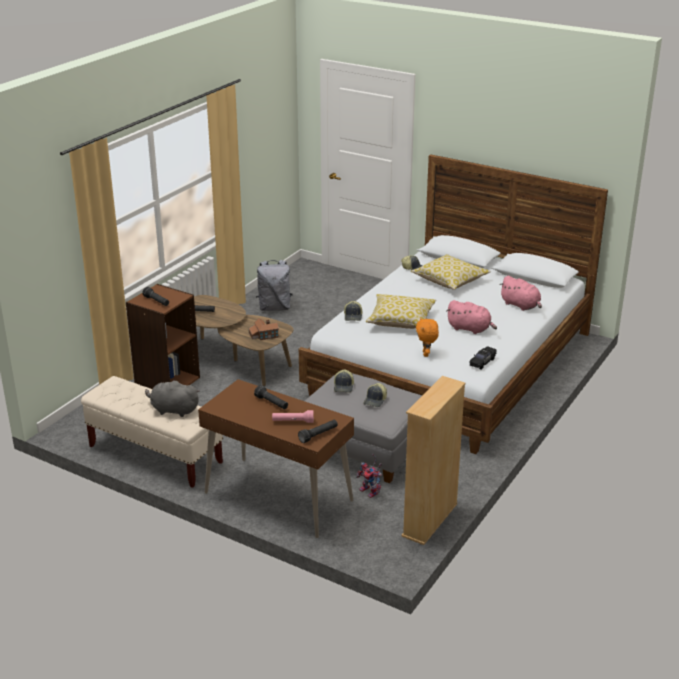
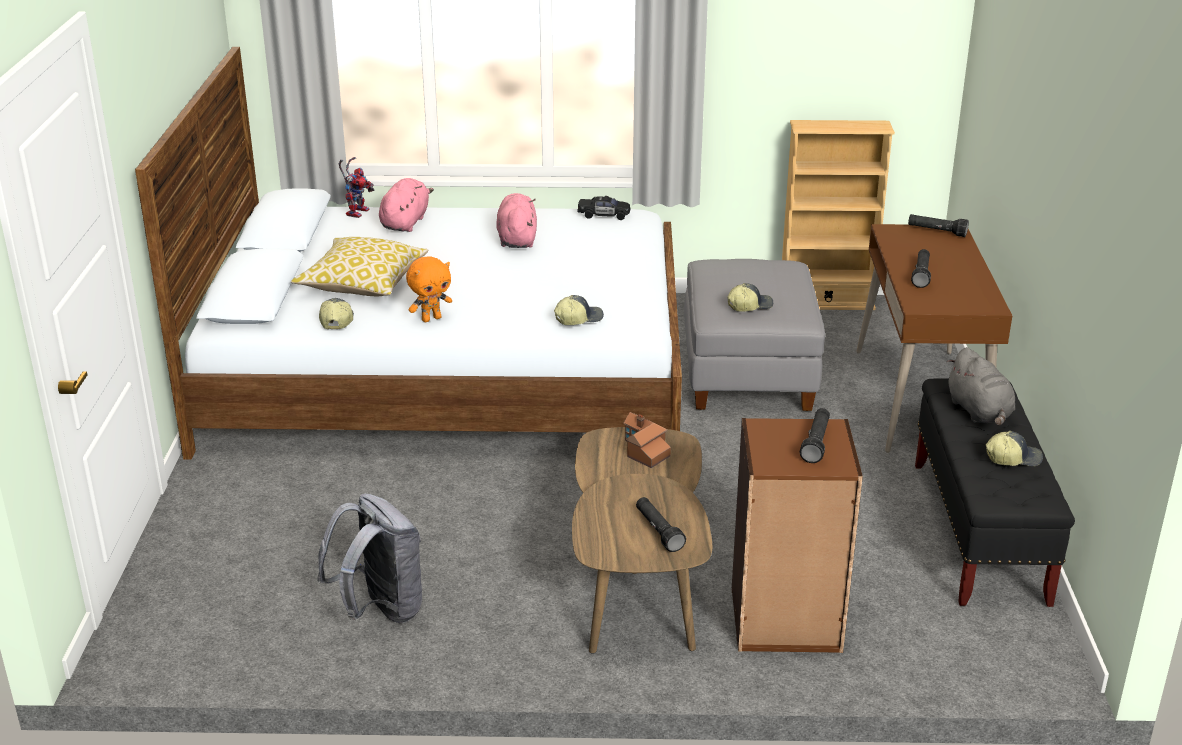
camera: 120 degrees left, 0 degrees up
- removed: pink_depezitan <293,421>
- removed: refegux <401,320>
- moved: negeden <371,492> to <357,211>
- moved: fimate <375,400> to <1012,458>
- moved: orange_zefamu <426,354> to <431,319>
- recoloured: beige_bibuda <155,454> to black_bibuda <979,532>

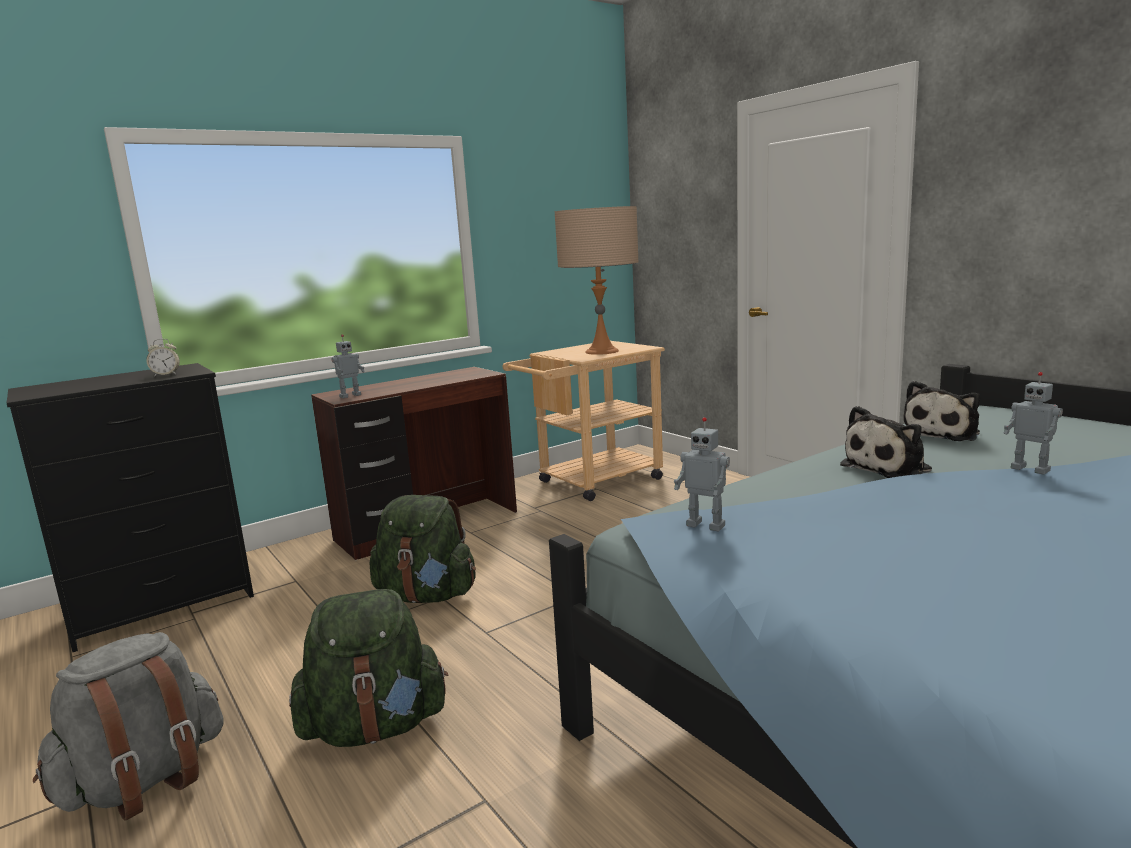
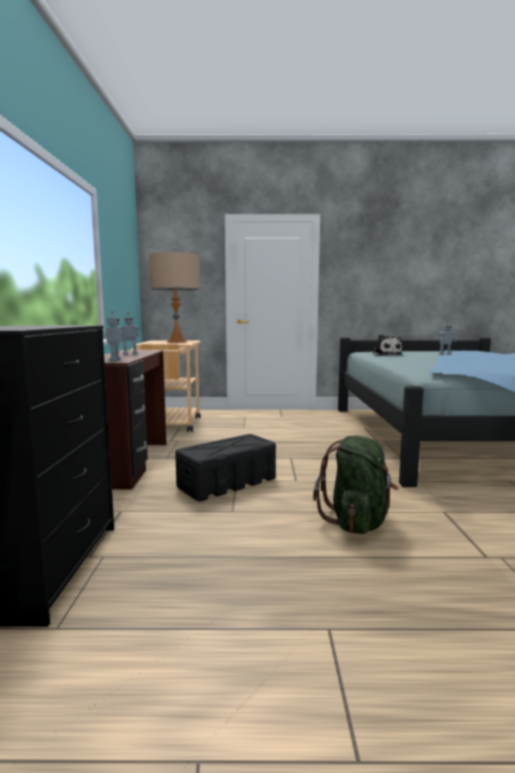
camera: 55 degrees left, 5 degrees down
- removed: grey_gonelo <145,781>
- removed: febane <166,375>
- removed: zefamu <890,468>
- moved: negeden <706,525> to <130,354>
- replaced: green_gonelo <427,595> to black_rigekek <228,483>

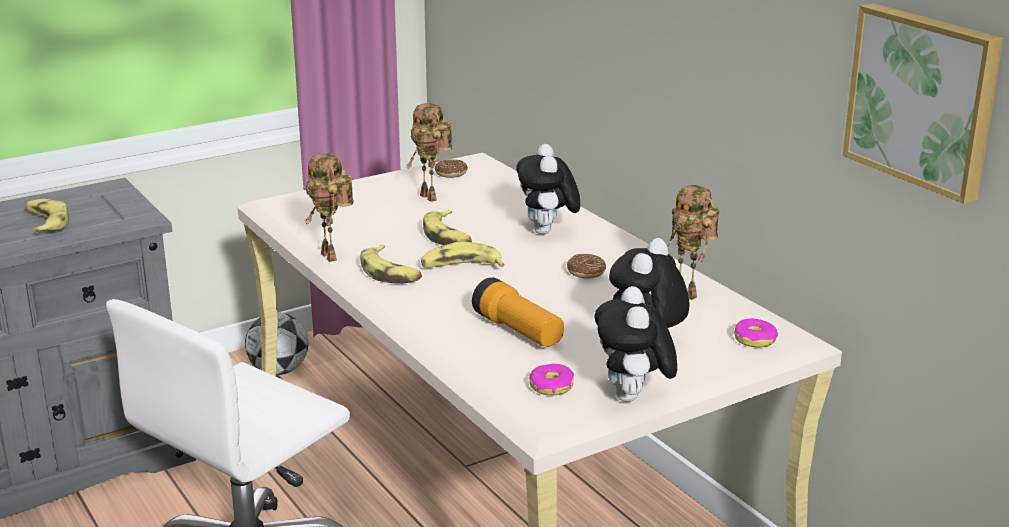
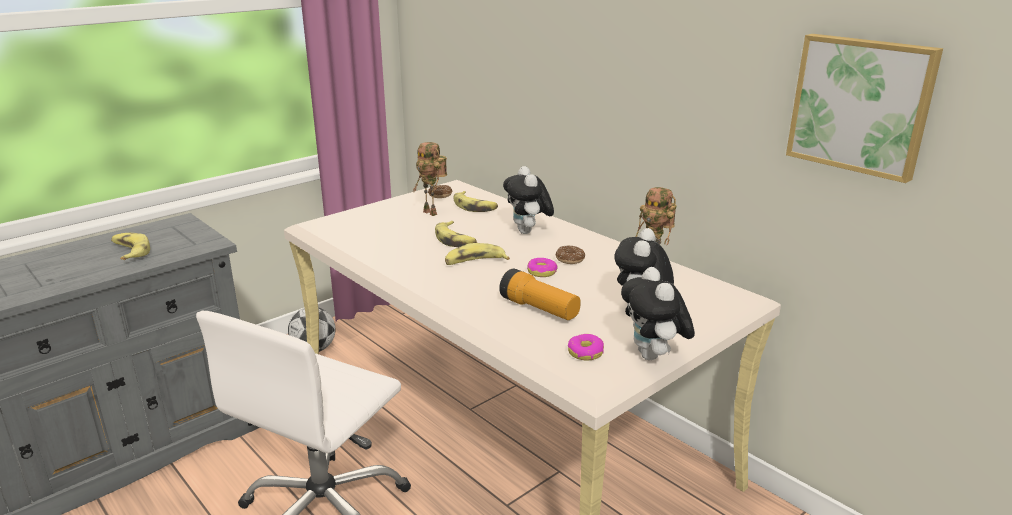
camera: 10 degrees left, 0 degrees up
- removed: negeden <332,257>
- moved: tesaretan <390,273> to <475,207>
- moved: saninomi <755,340> to <542,272>

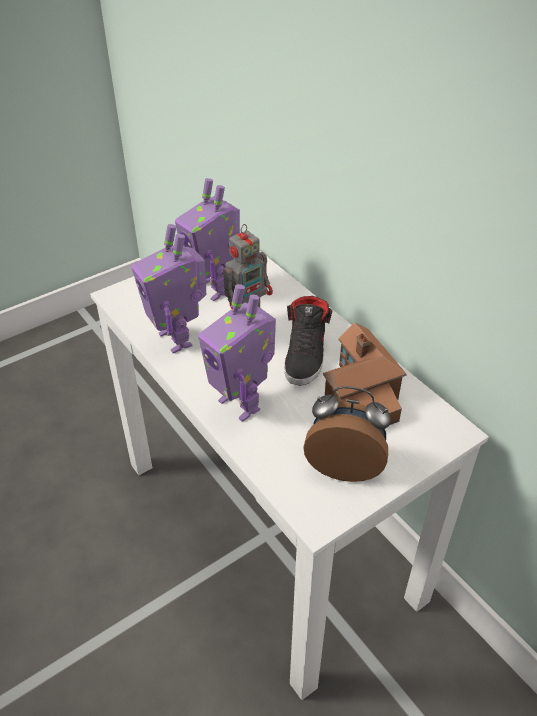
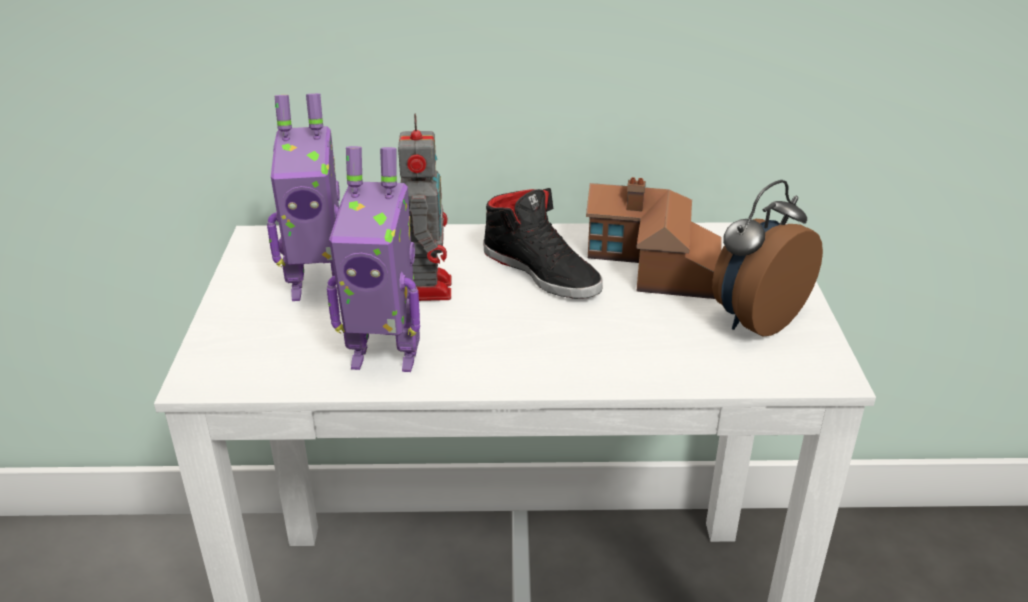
camera: 55 degrees left, 10 degrees down
- removed: negeden <241,404>

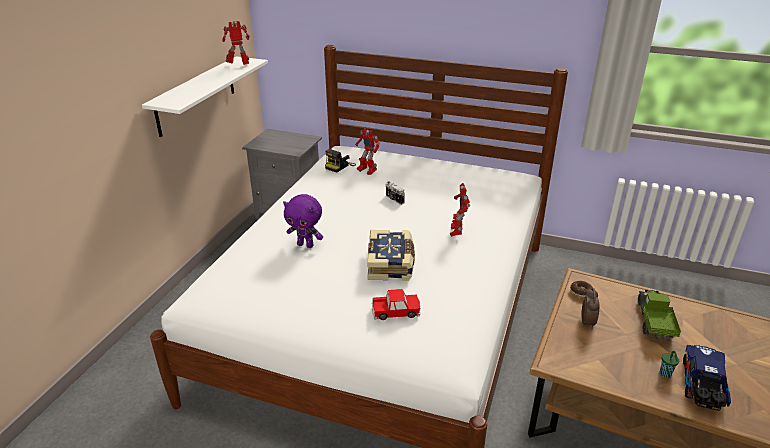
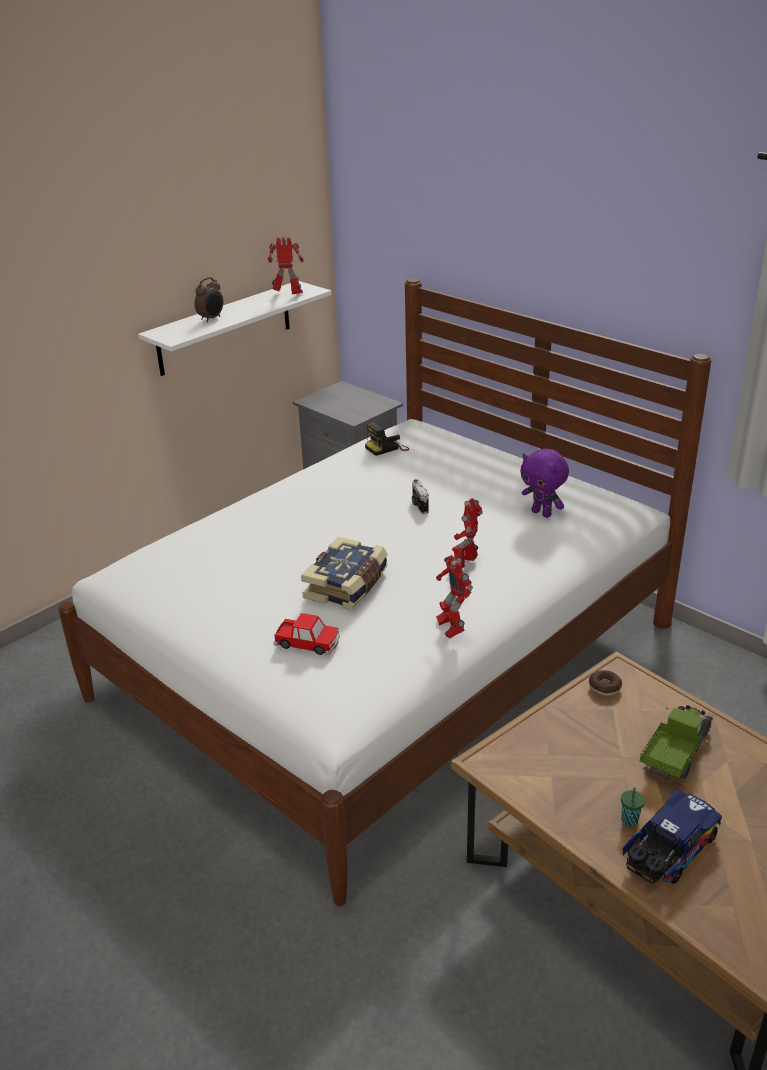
camera: 25 degrees right, 0 degrees up
- moved: purple_zefamu <306,245> to <542,513>
- moved: negeden <366,172> to <450,628>
- moved: febane <587,322> to <211,319>

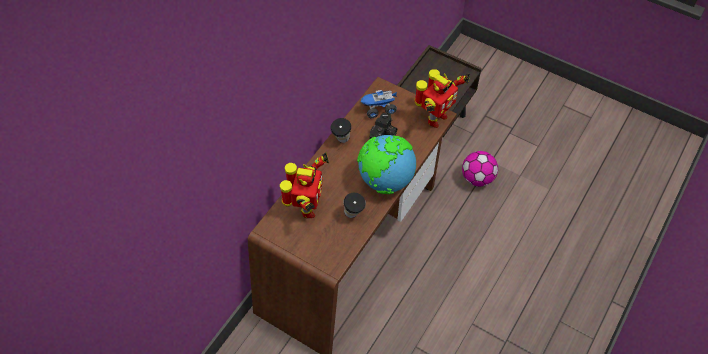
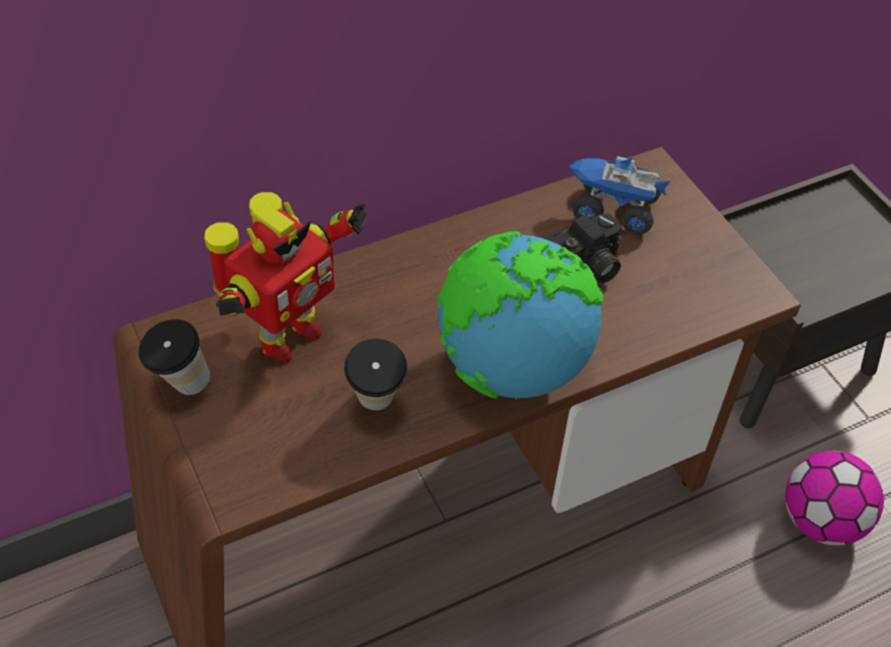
camera: 30 degrees right, 5 degrees down
- removed: negeden <435,118>
- moved: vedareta <341,141> to <180,387>

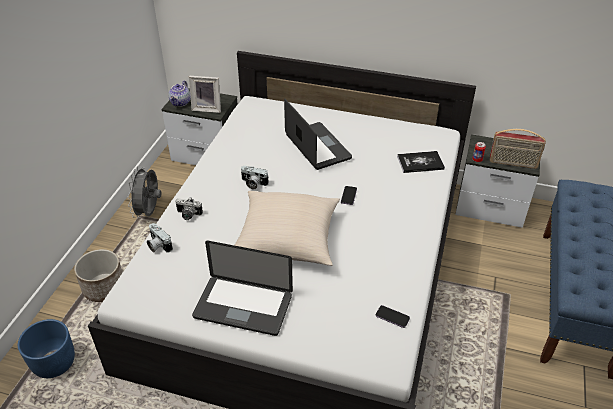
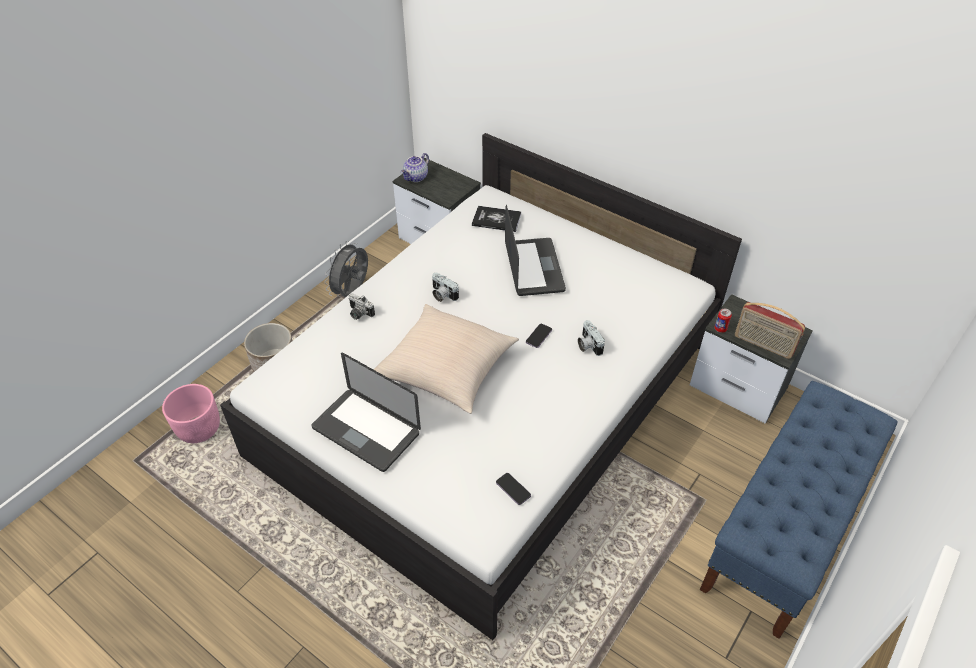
camera: 20 degrees right, 5 degrees up
- removed: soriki <207,108>
- moved: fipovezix <158,245> to <588,345>
- moved: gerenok <420,163> to <496,220>
- recoloured: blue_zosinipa <54,363> to pink_zosinipa <199,429>

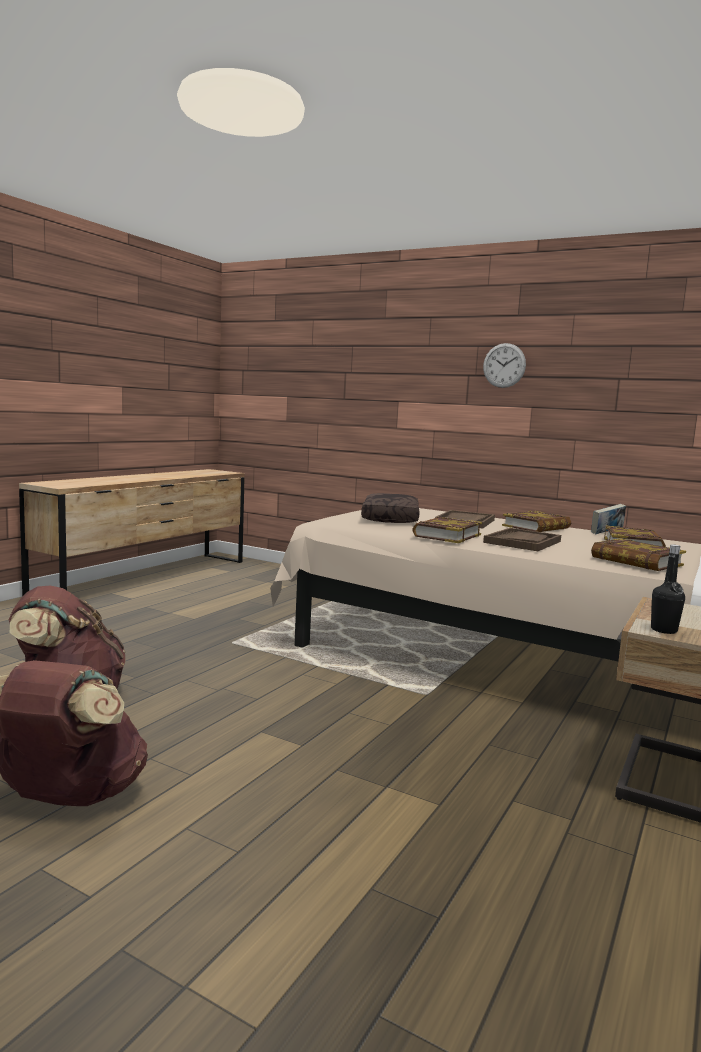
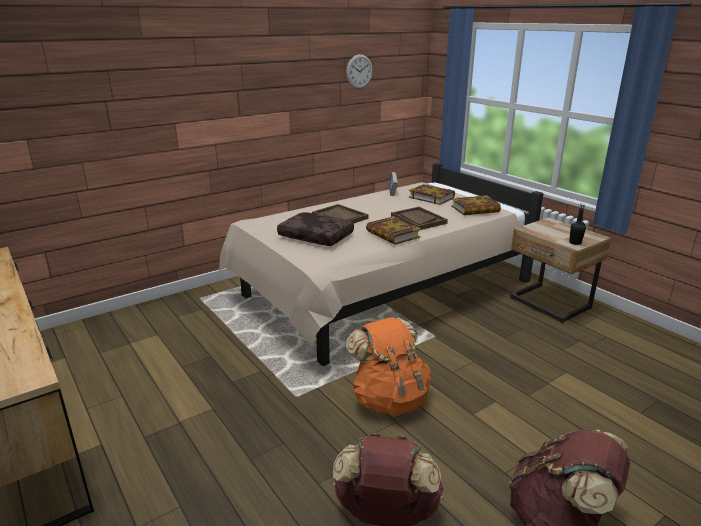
camera: 65 degrees left, 15 degrees up
- removed: gerenok <536,527>
- added: orange_gonelo <389,399>
- moved: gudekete <504,365> to <359,71>

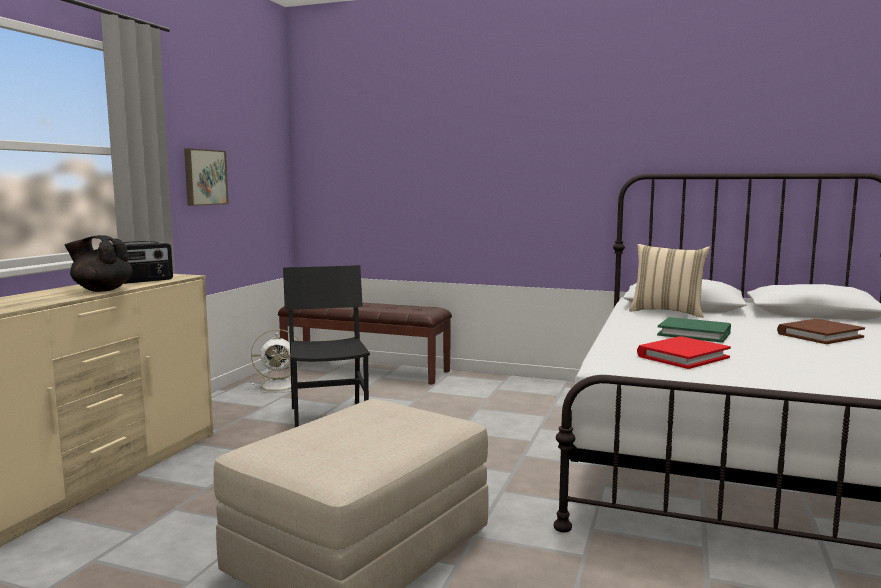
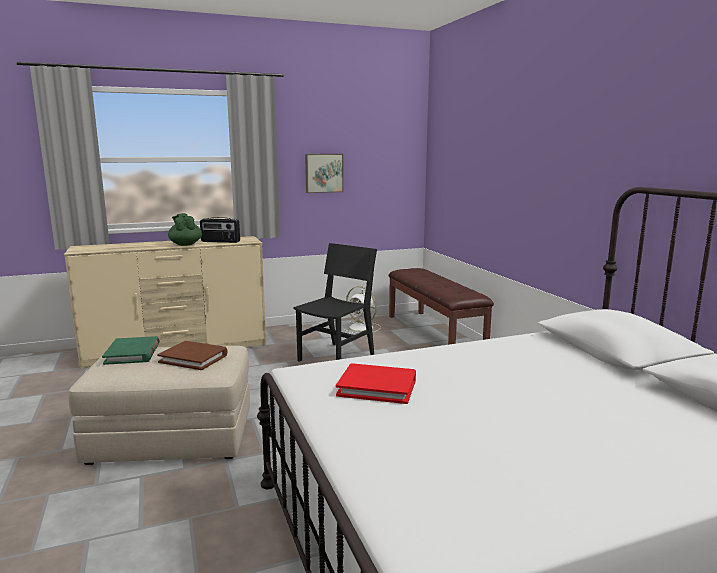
camera: 50 degrees right, 5 degrees up
- removed: beige_refegux <667,312>
- moved: green_gerenok <694,333> to <133,353>
- moved: brown_gerenok <819,335> to <194,358>
- recoloured: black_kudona <102,290> to green_kudona <185,244>

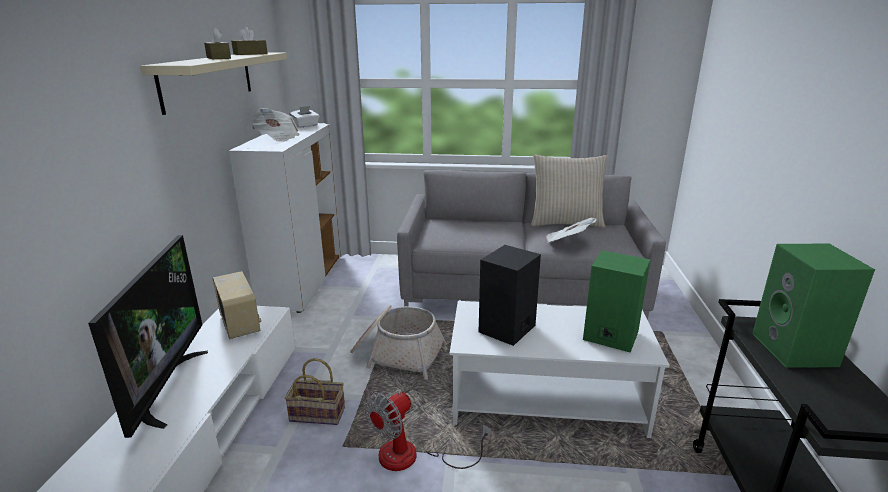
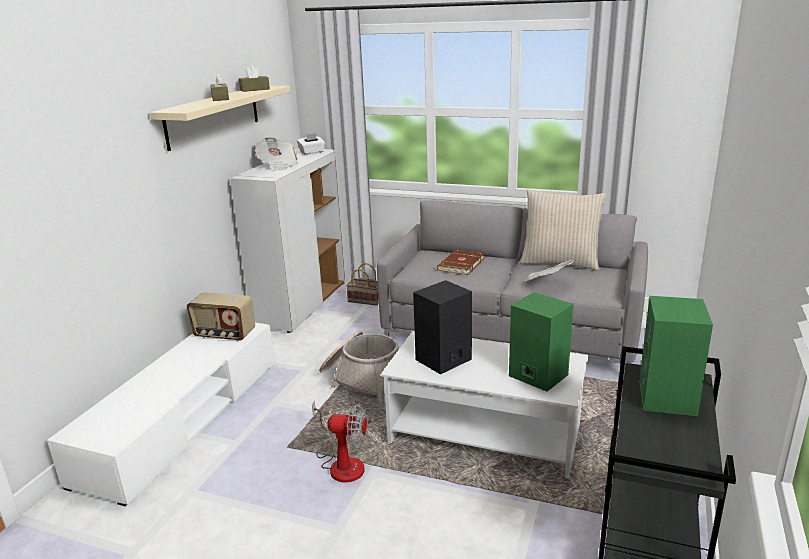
camera: 15 degrees right, 0 degrees up
- removed: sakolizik <165,387>
- added: brown_gerenok <460,264>
- moved: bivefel <319,413> to <366,300>
- turned: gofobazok <240,324> = <224,335> 120 degrees clockwise
- turned: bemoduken <412,456> = <342,463> 135 degrees counterclockwise

